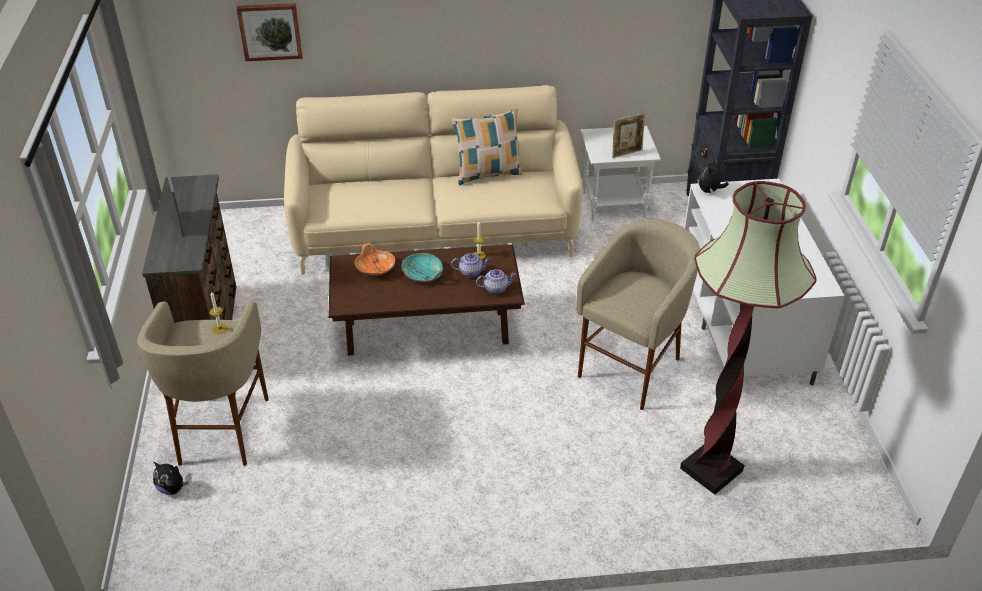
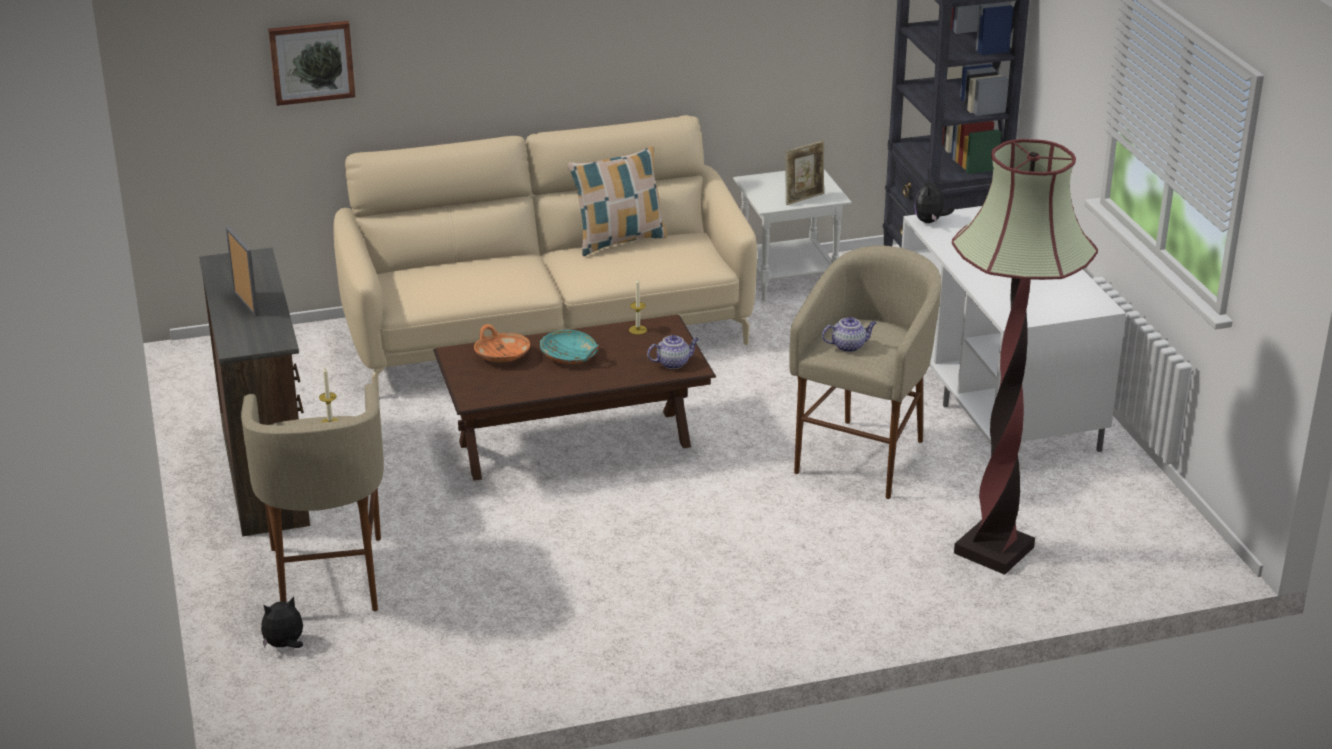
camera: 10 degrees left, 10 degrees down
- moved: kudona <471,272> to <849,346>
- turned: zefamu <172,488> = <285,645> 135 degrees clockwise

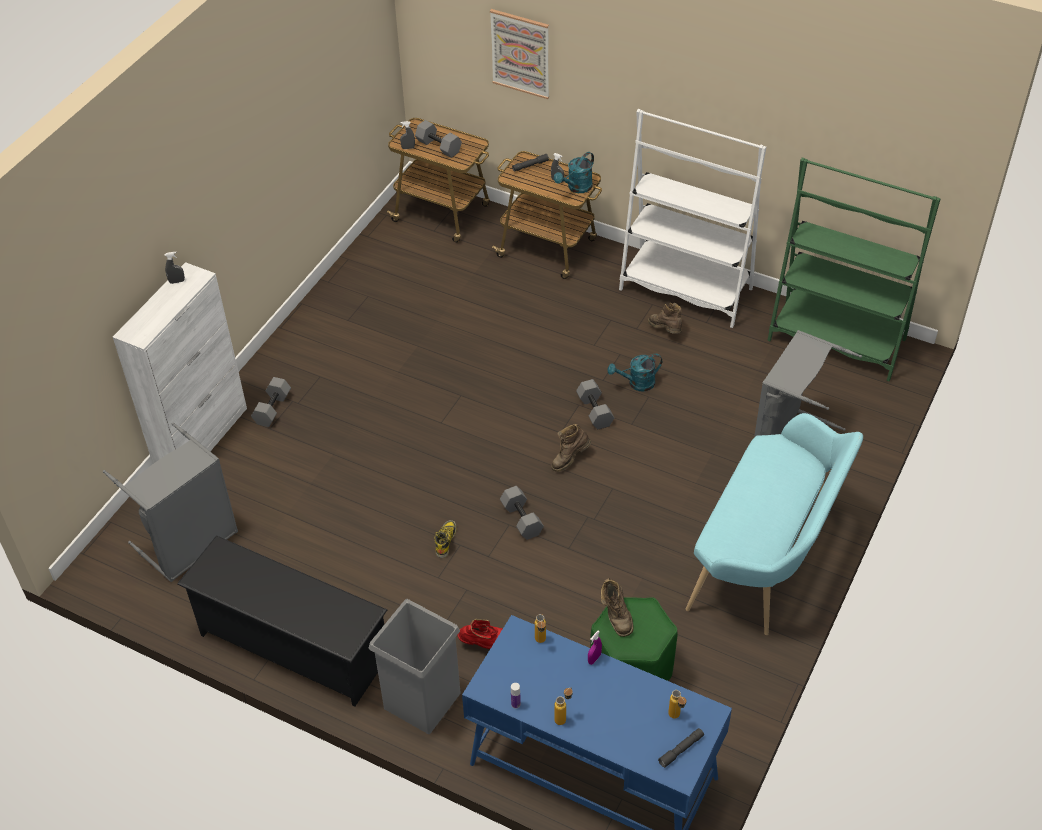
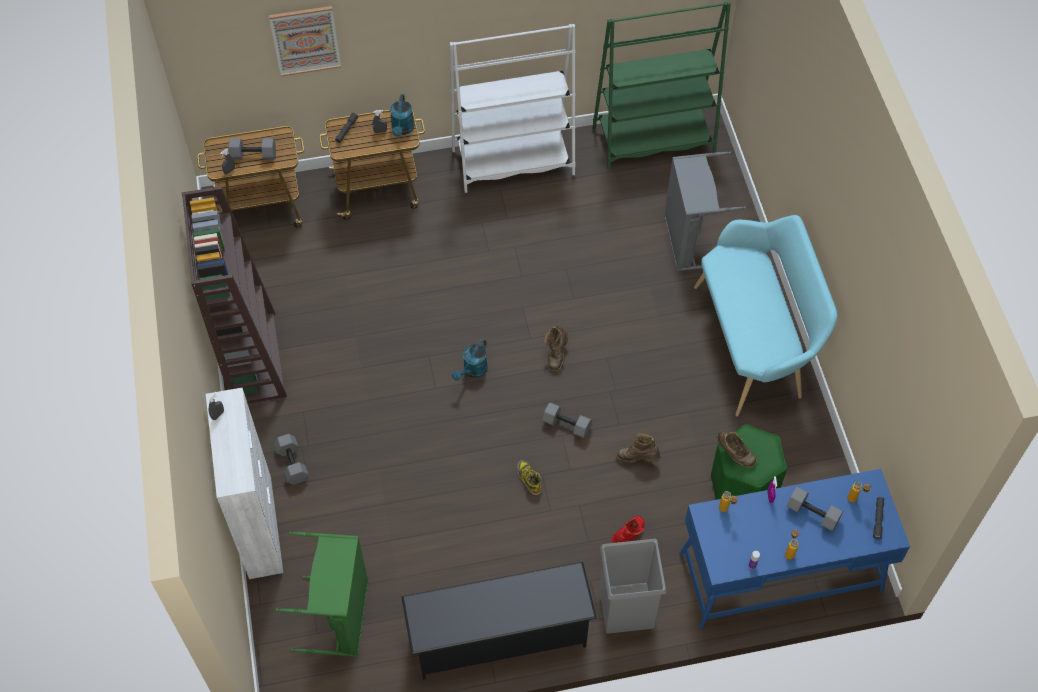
camera: 40 degrees left, 10 degrees up
- added: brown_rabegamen <253,357>
- moved: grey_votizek <595,411> to <813,513>
- moved: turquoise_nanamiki <637,383> to <472,371>
- moved: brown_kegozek <665,331> to <638,458>
- recoloured: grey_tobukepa <190,544> to green_tobukepa <341,617>

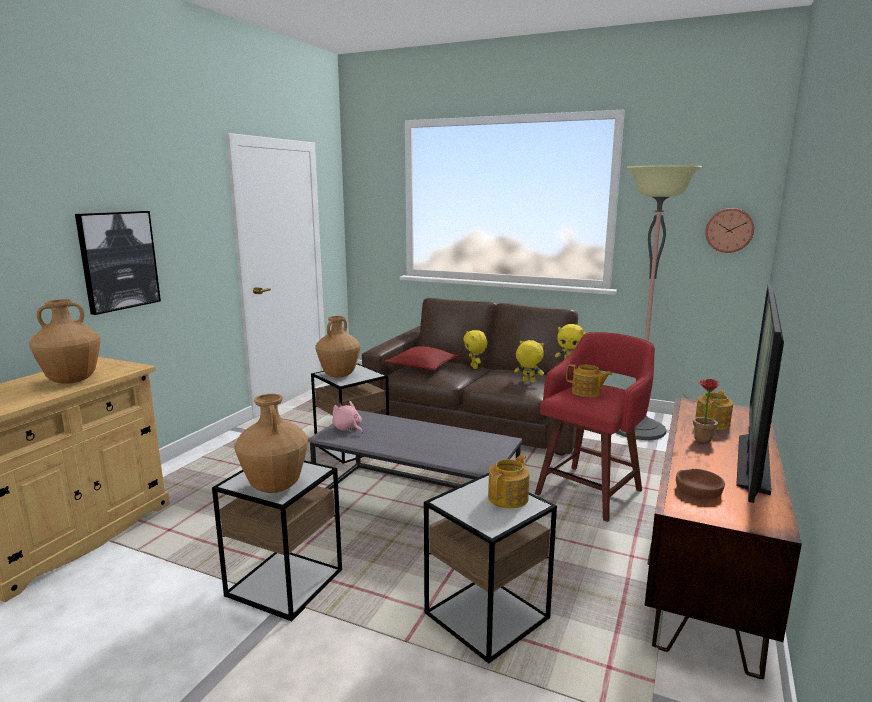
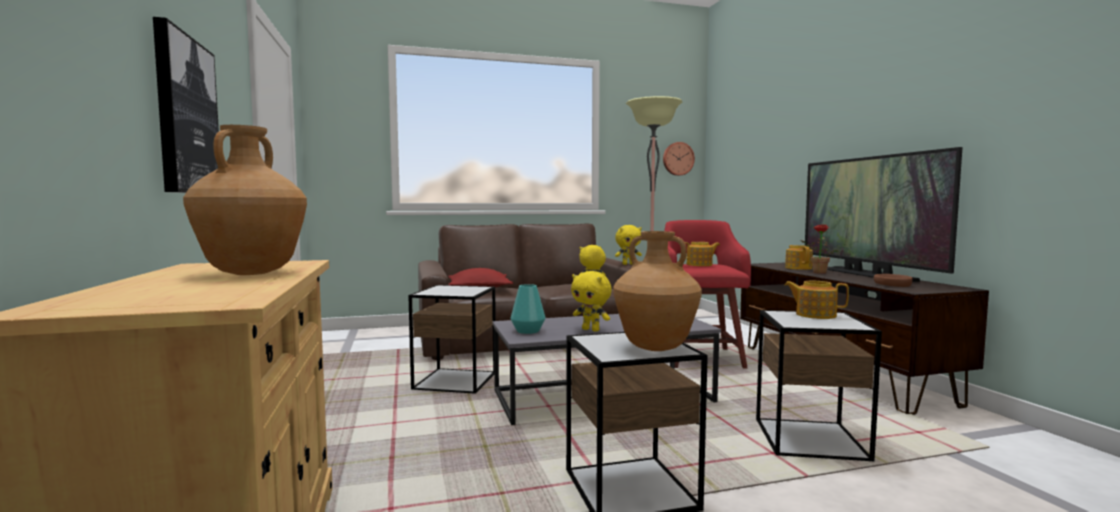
camera: 40 degrees left, 10 degrees down
- removed: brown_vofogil <339,375>
- moved: yellow_zefamu <475,367> to <591,330>
- replaced: pink_zefamu <348,429> to turquoise_vofogil <528,331>
- turned: kudona <509,498> = <814,315> 60 degrees counterclockwise

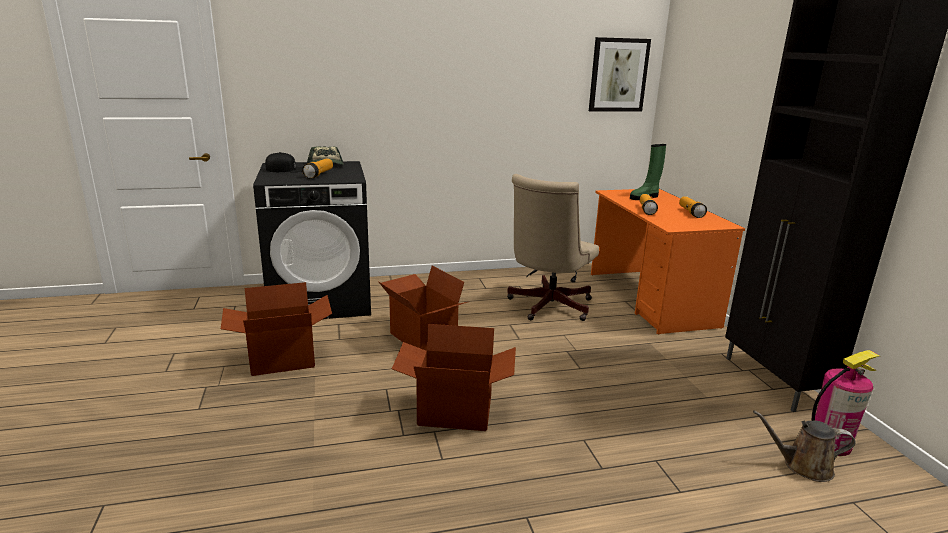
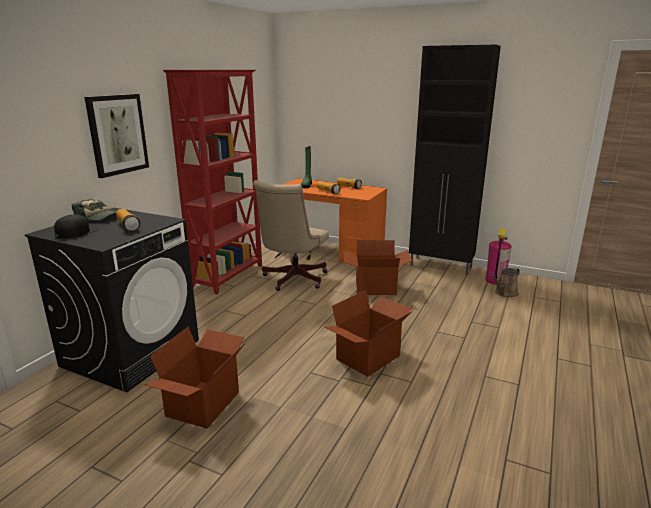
camera: 50 degrees left, 0 degrees up
- added: red_rabegamen <229,276>
- moved: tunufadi <422,337> to <375,288>
- moved: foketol <618,75> to <117,134>
- turned: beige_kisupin <547,307> = <292,280> 45 degrees clockwise

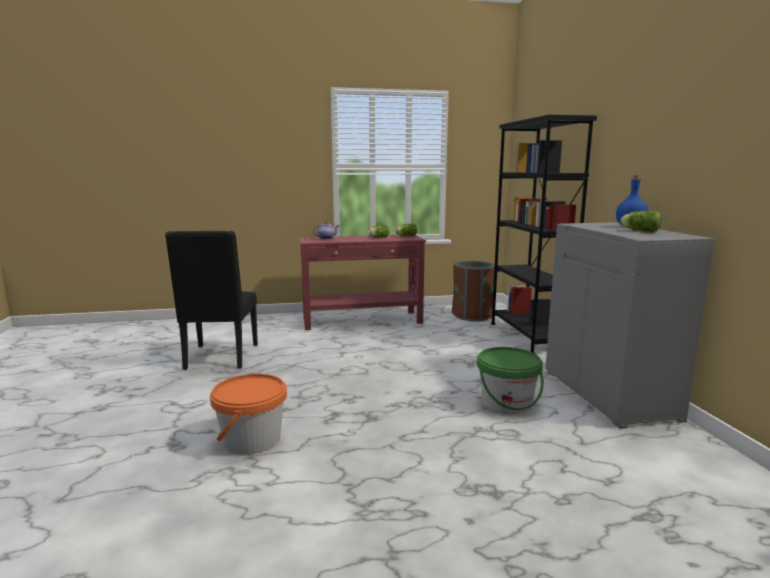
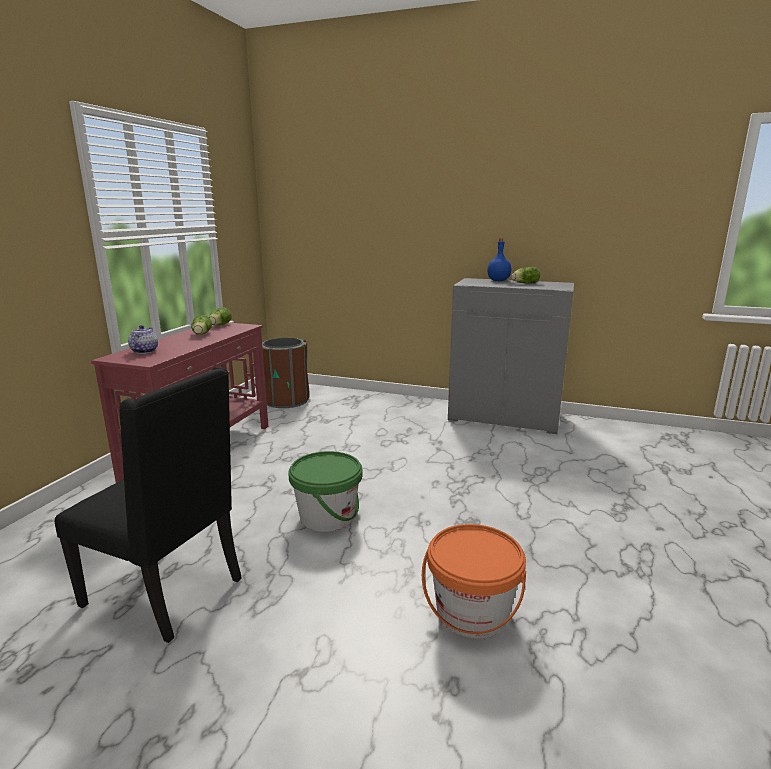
camera: 60 degrees left, 5 degrees up
- removed: black_rabegamen <528,336>
- moved: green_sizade <506,403> to <327,516>

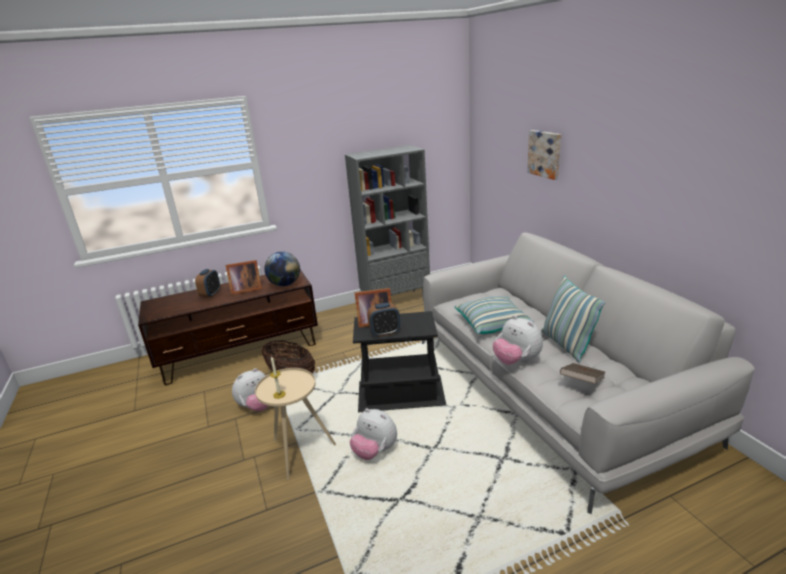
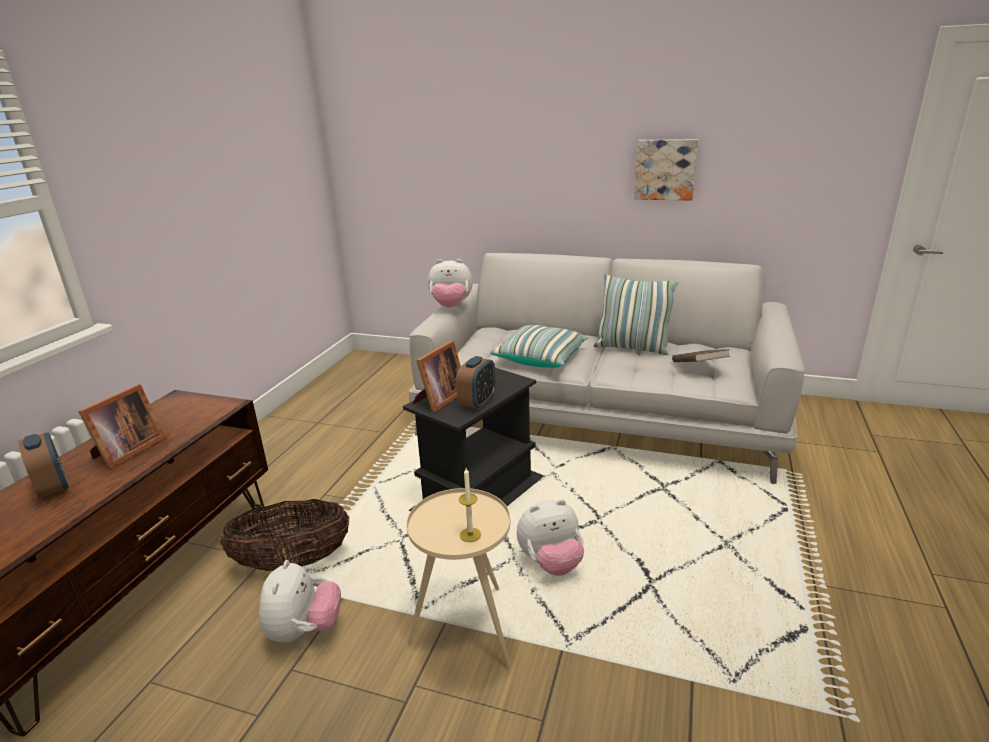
camera: 50 degrees left, 0 degrees up
- removed: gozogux <285,284>
- removed: grey_rabegamen <396,300>
- moved: zefamu <516,361> to <451,307>
- moved: foketol <545,154> to <665,169>

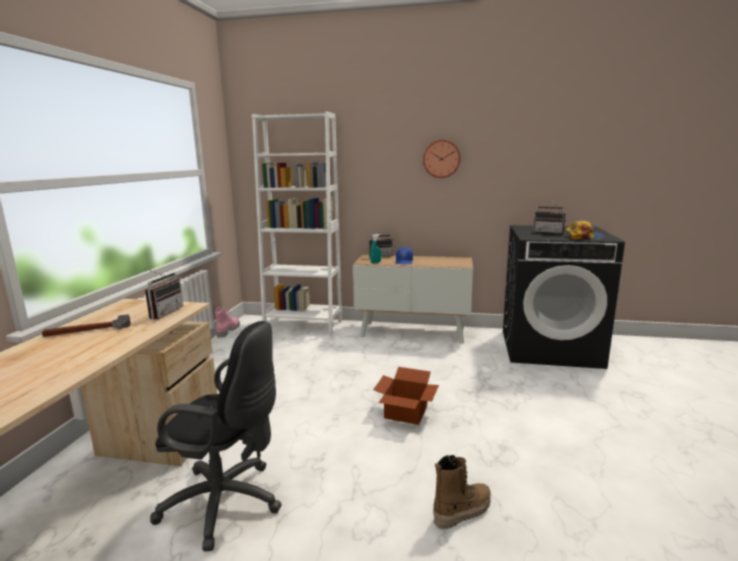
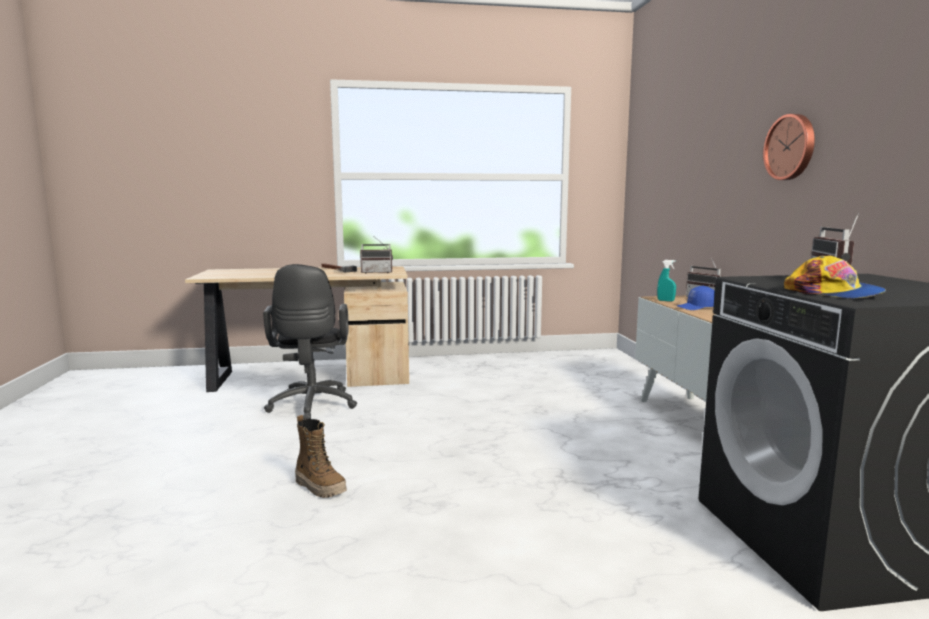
camera: 70 degrees right, 5 degrees down
- removed: pink_kegozek <227,330>
- removed: white_rabegamen <303,326>
- removed: tunufadi <404,413>

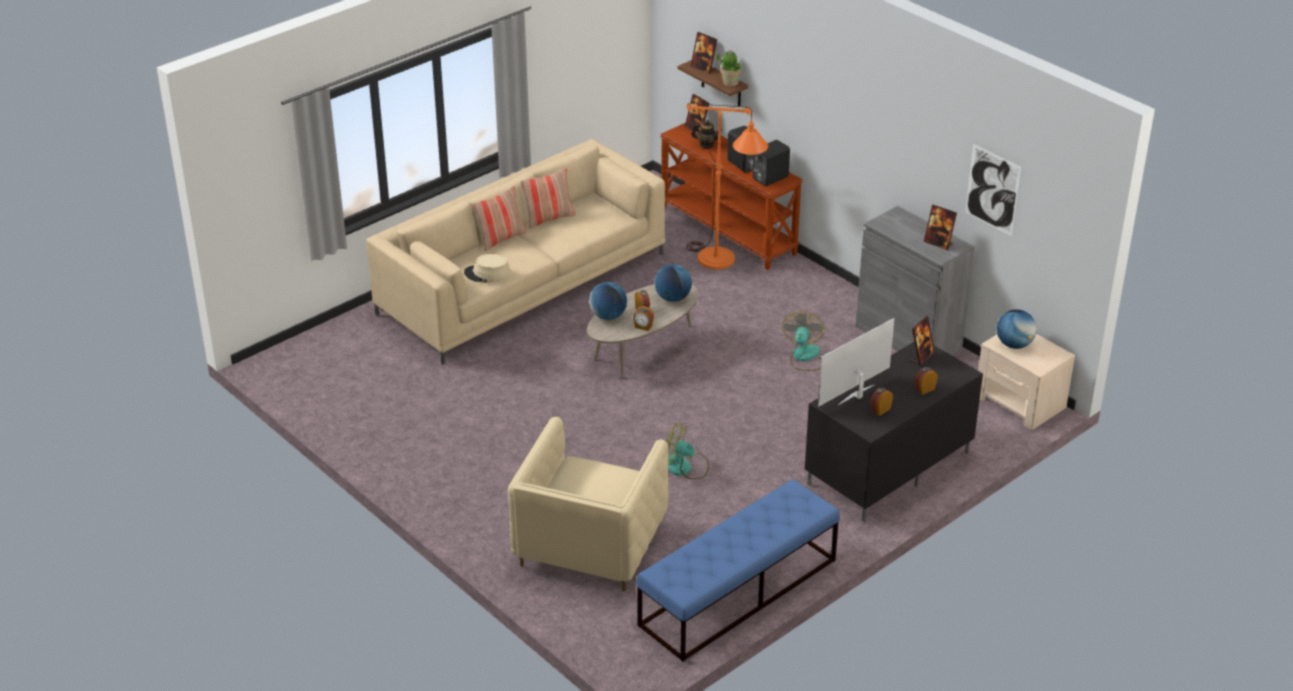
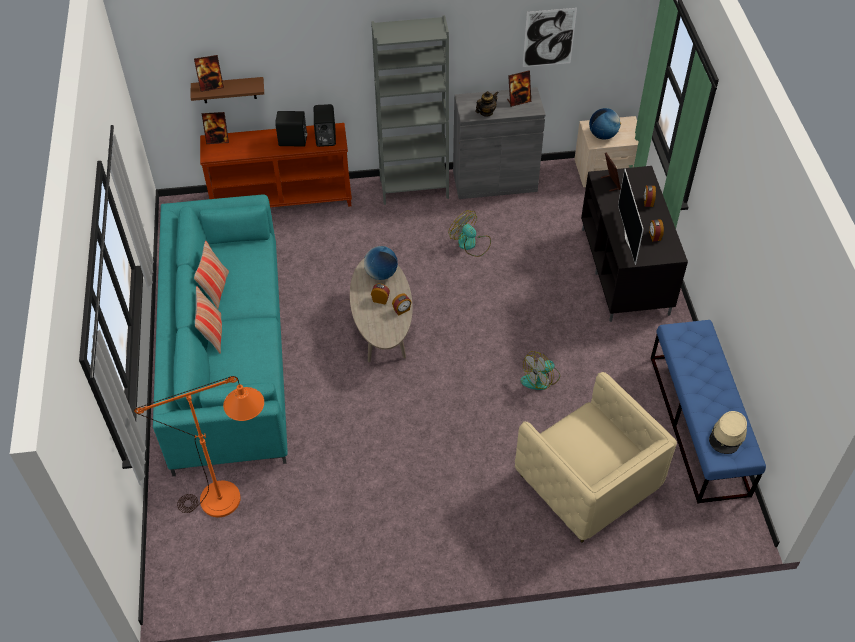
camera: 55 degrees left, 15 degrees up
- removed: gozogux <608,316>
- removed: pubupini <730,82>
- added: grey_rabegamen <414,188>
- moved: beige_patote <487,274> to <727,436>
- moved: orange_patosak <723,263> to <232,498>
- moved: kudona <706,145> to <486,112>
- recoloured: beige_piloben <523,284> to turquoise_piloben <228,354>

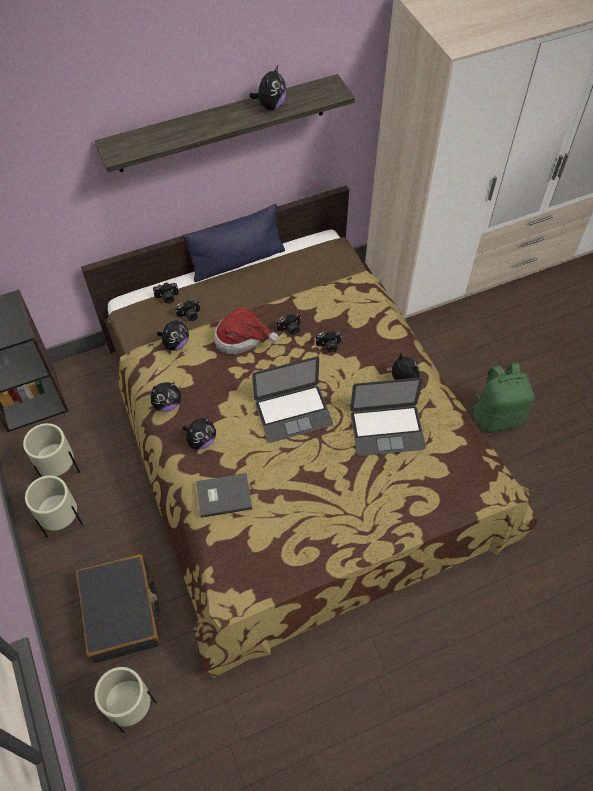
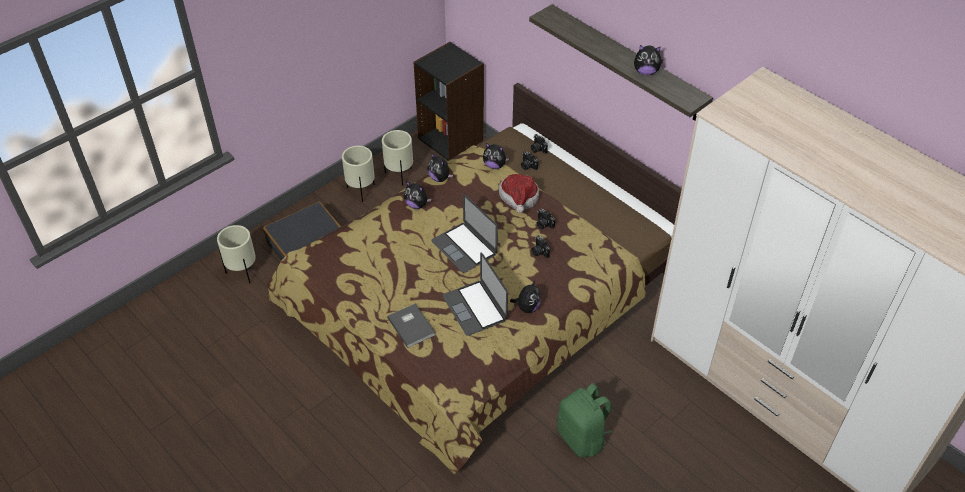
camera: 70 degrees right, 10 degrees down
- removed: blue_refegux <237,261>
- moved: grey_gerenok <223,495> to <412,325>

